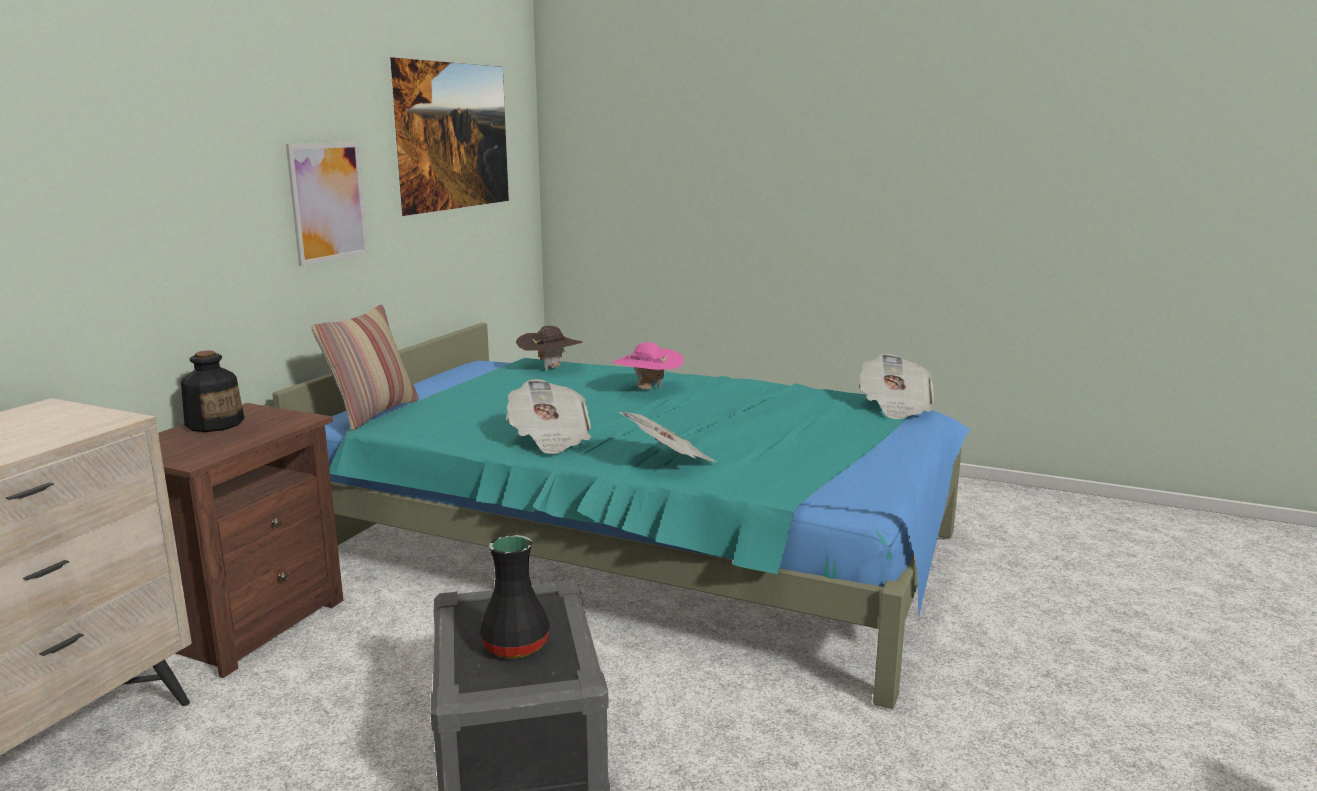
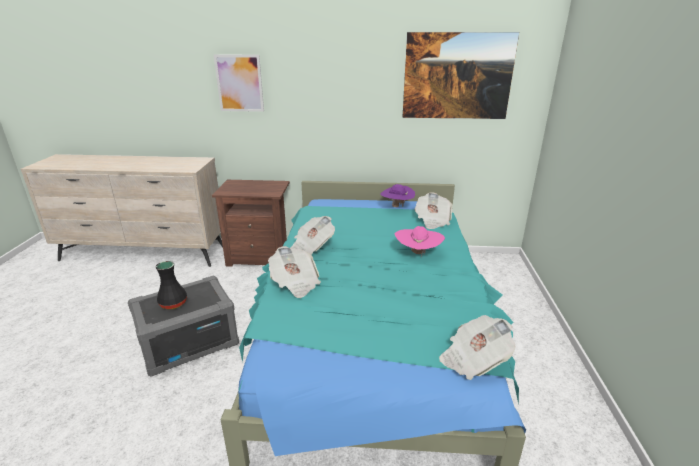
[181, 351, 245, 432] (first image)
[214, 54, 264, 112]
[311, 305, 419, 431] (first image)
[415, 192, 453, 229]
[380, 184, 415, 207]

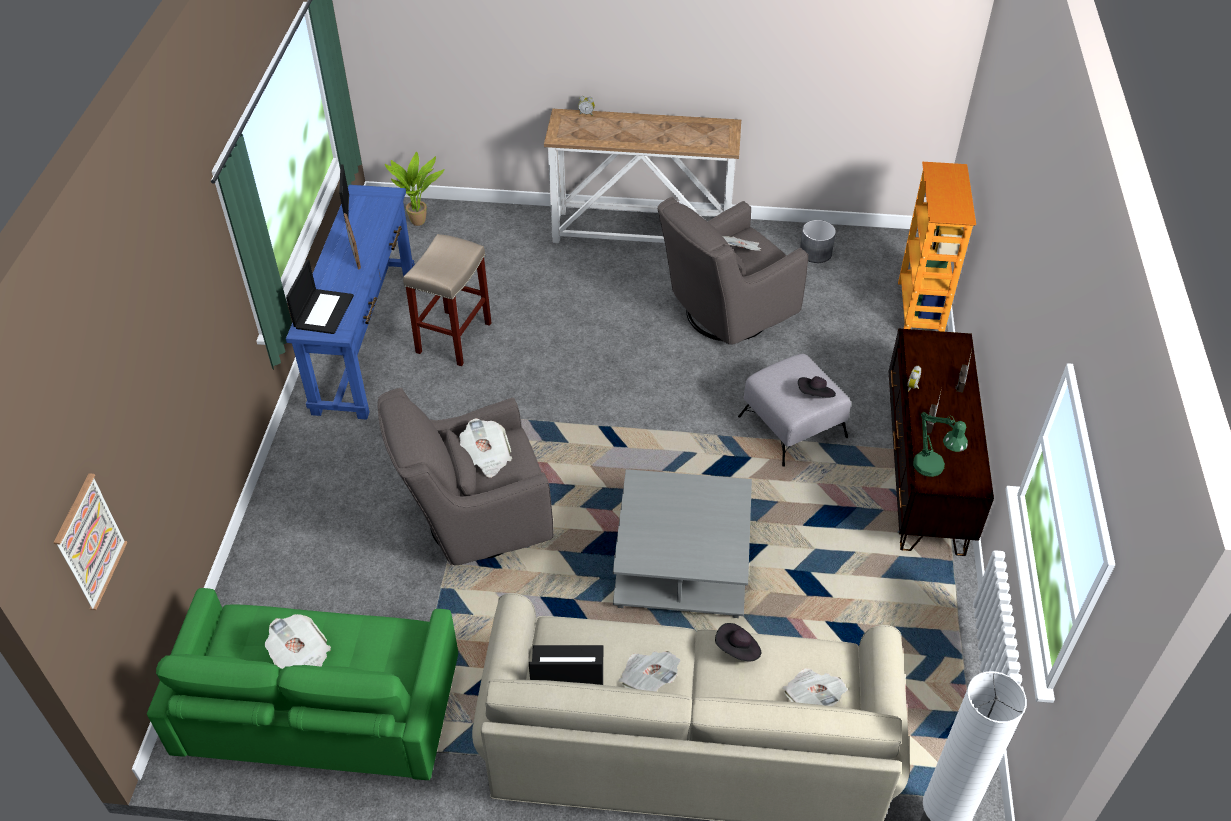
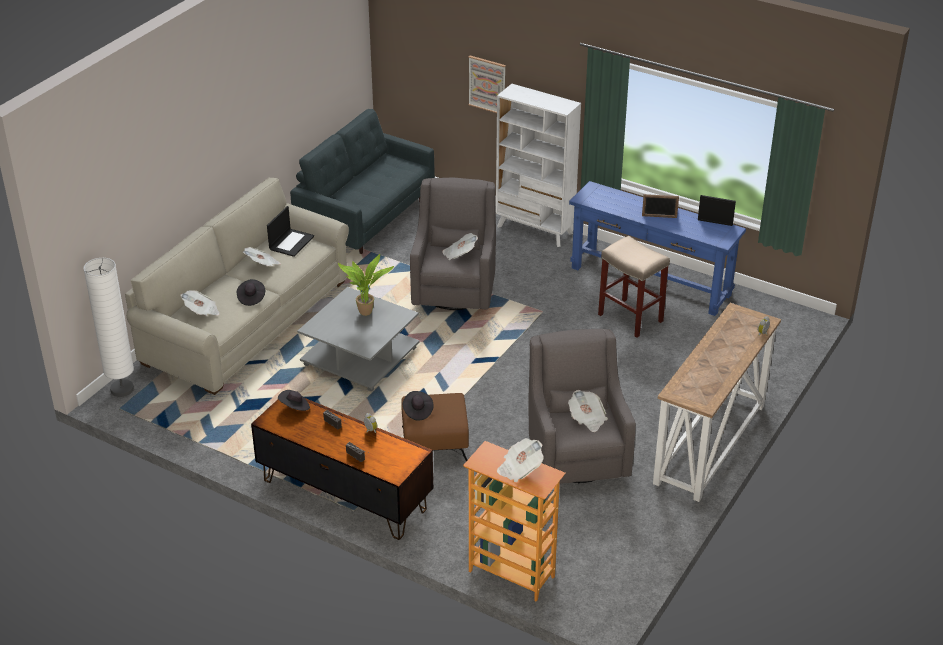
[468, 56, 506, 113]
[290, 109, 435, 254]
[497, 438, 544, 482]
[286, 259, 354, 334] (first image)
[338, 254, 394, 316]
[401, 393, 469, 461]
[800, 220, 836, 263] (first image)
[278, 390, 310, 411]
[496, 84, 581, 247]

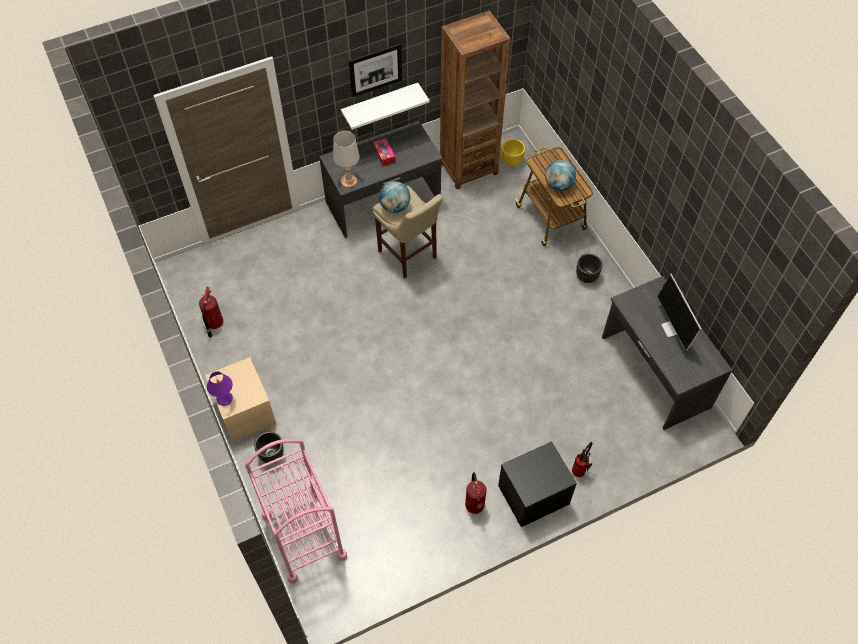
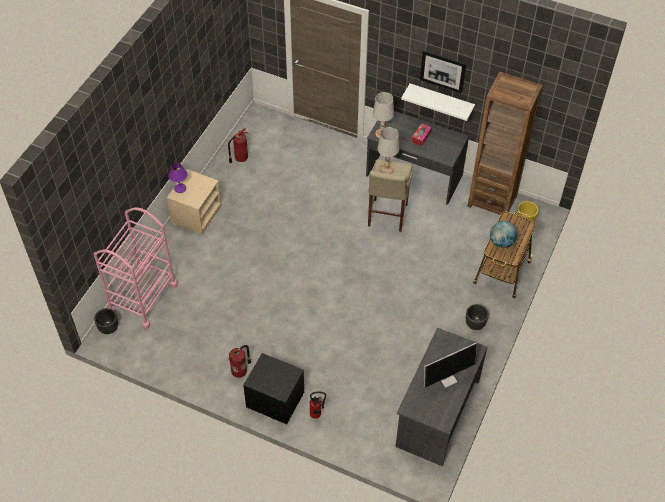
[94, 308, 118, 334]
[377, 127, 399, 174]
[424, 343, 477, 388]

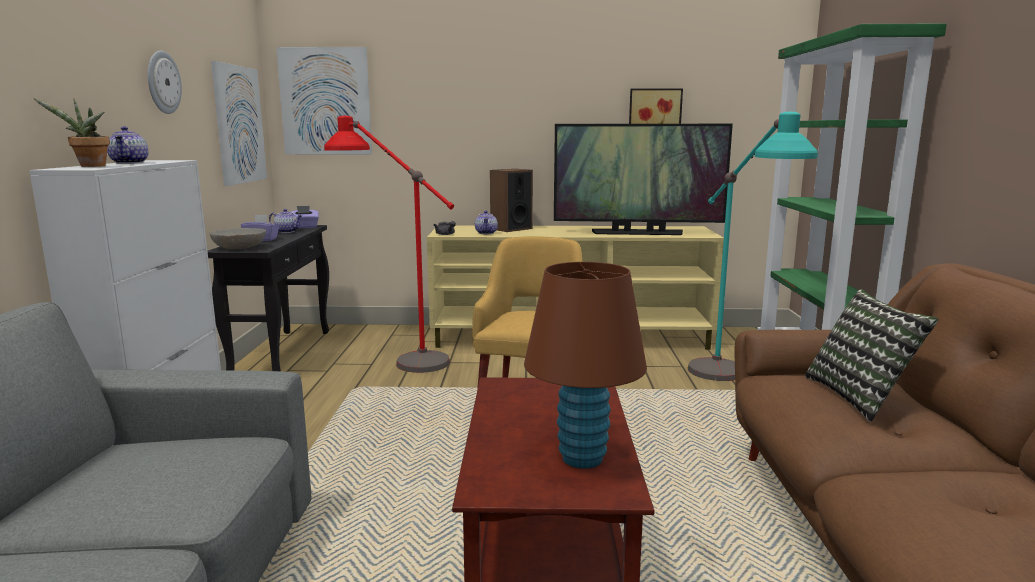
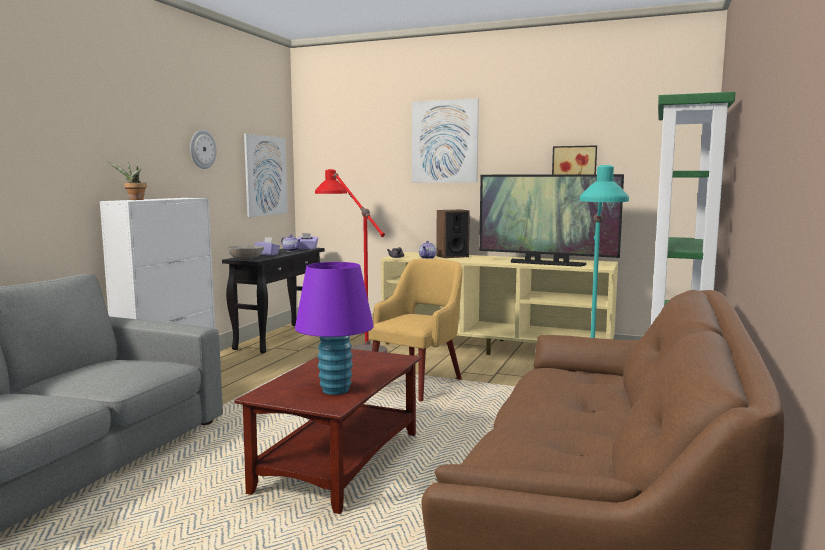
[107, 126, 148, 164] (first image)
[412, 99, 479, 183]
[295, 262, 374, 395]
[805, 289, 938, 422] (first image)

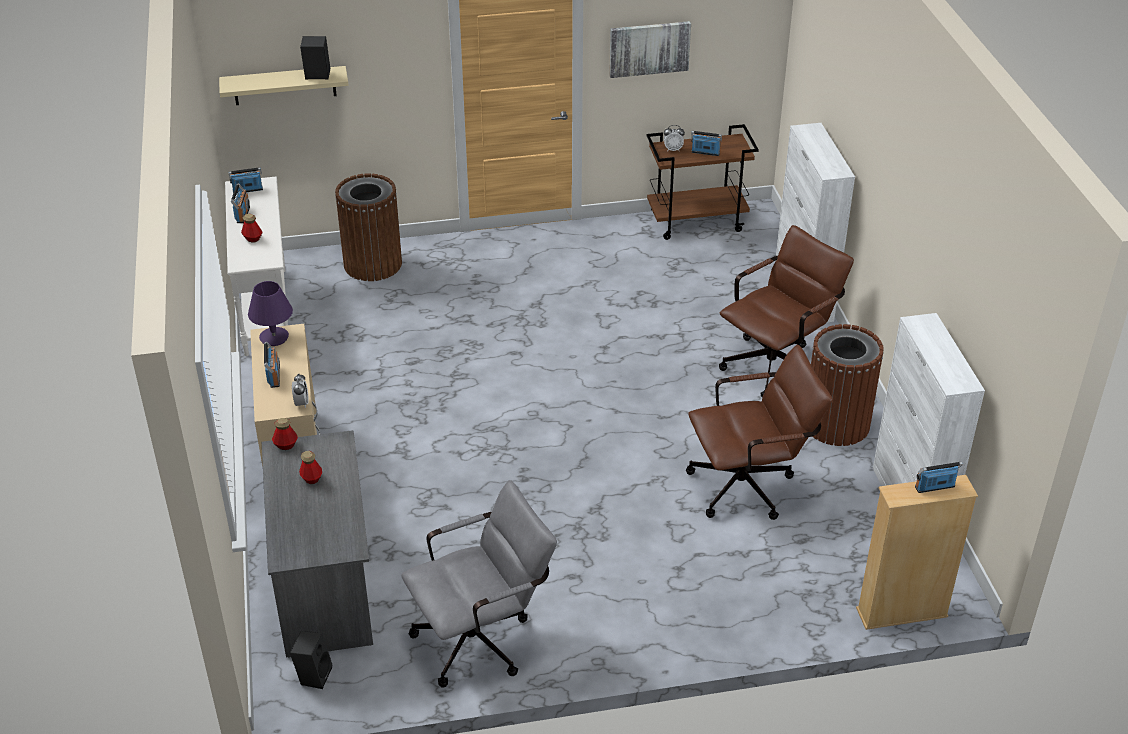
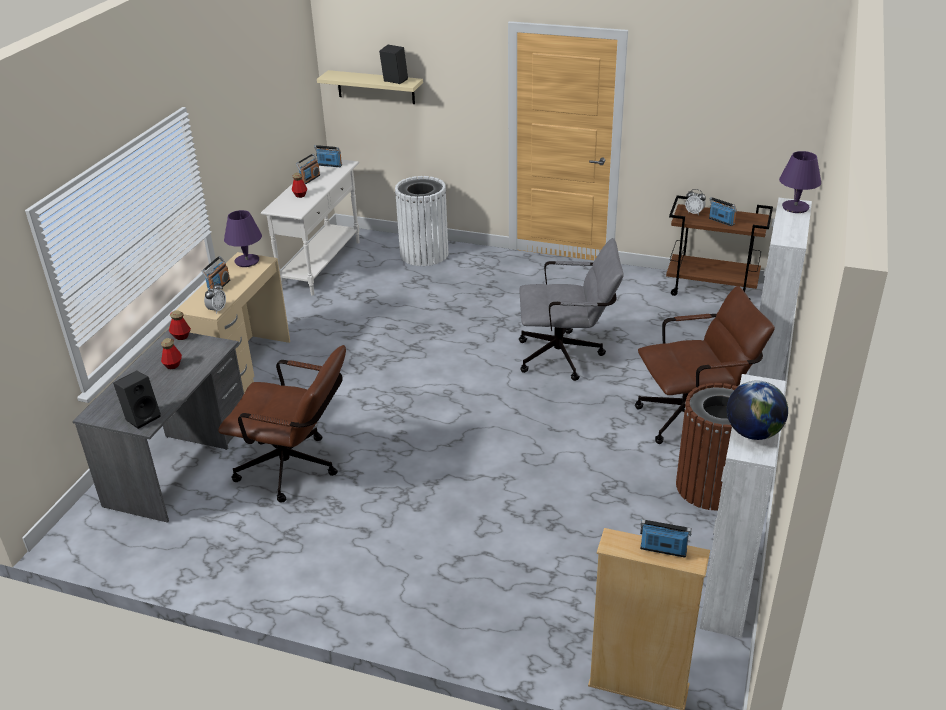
[113, 371, 161, 429]
[395, 176, 449, 266]
[518, 238, 624, 381]
[609, 21, 691, 78] (first image)
[218, 345, 346, 503]
[727, 380, 788, 440]
[779, 151, 821, 213]

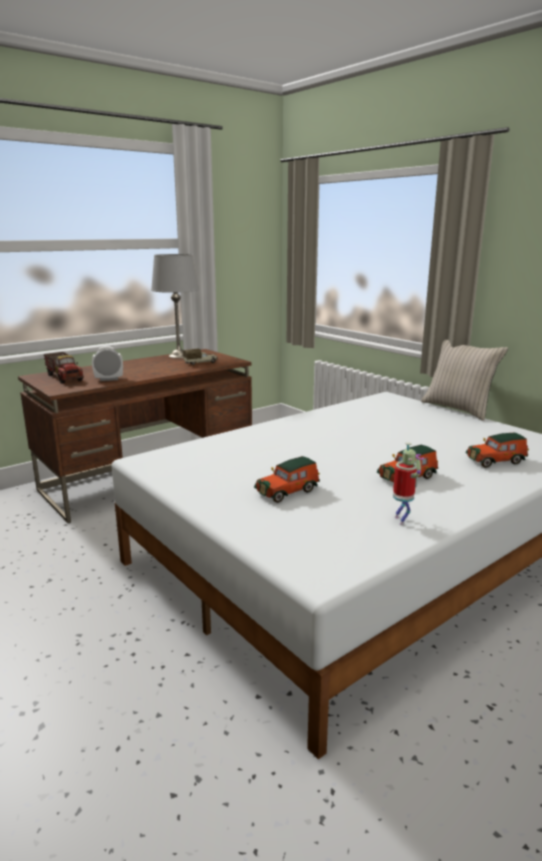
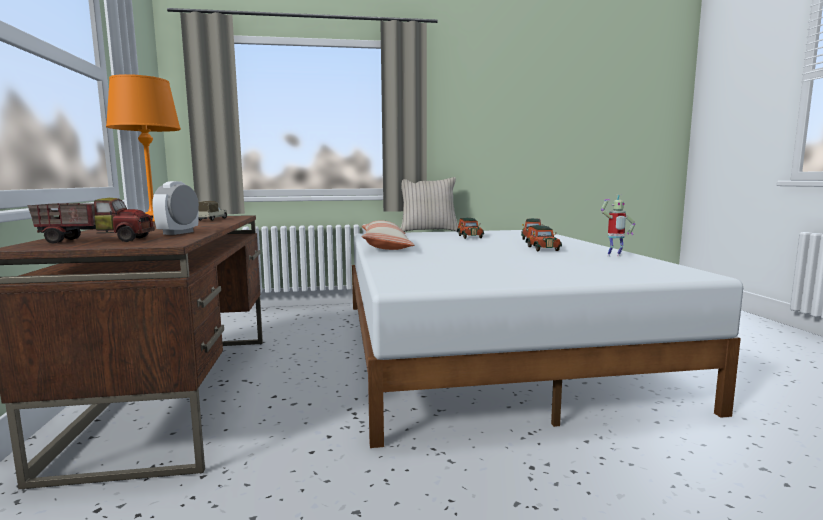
[106, 74, 181, 222]
[457, 218, 484, 239]
[601, 194, 635, 257]
[362, 221, 414, 250]

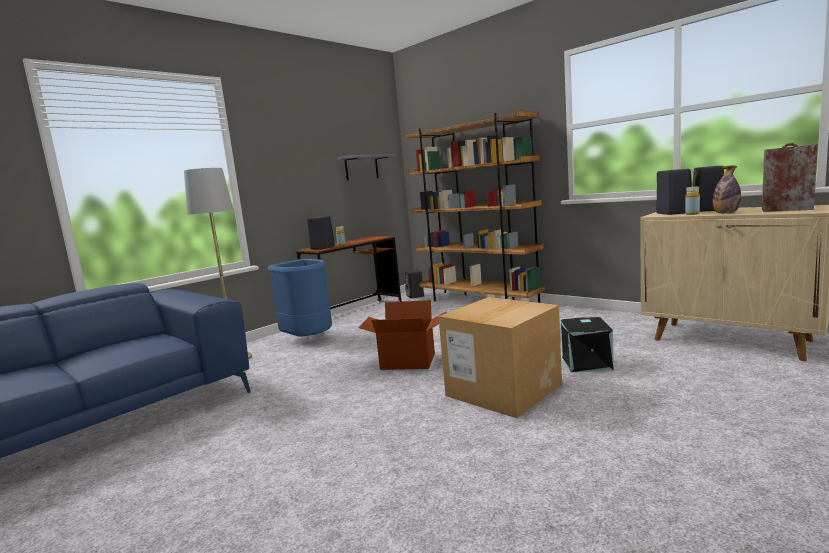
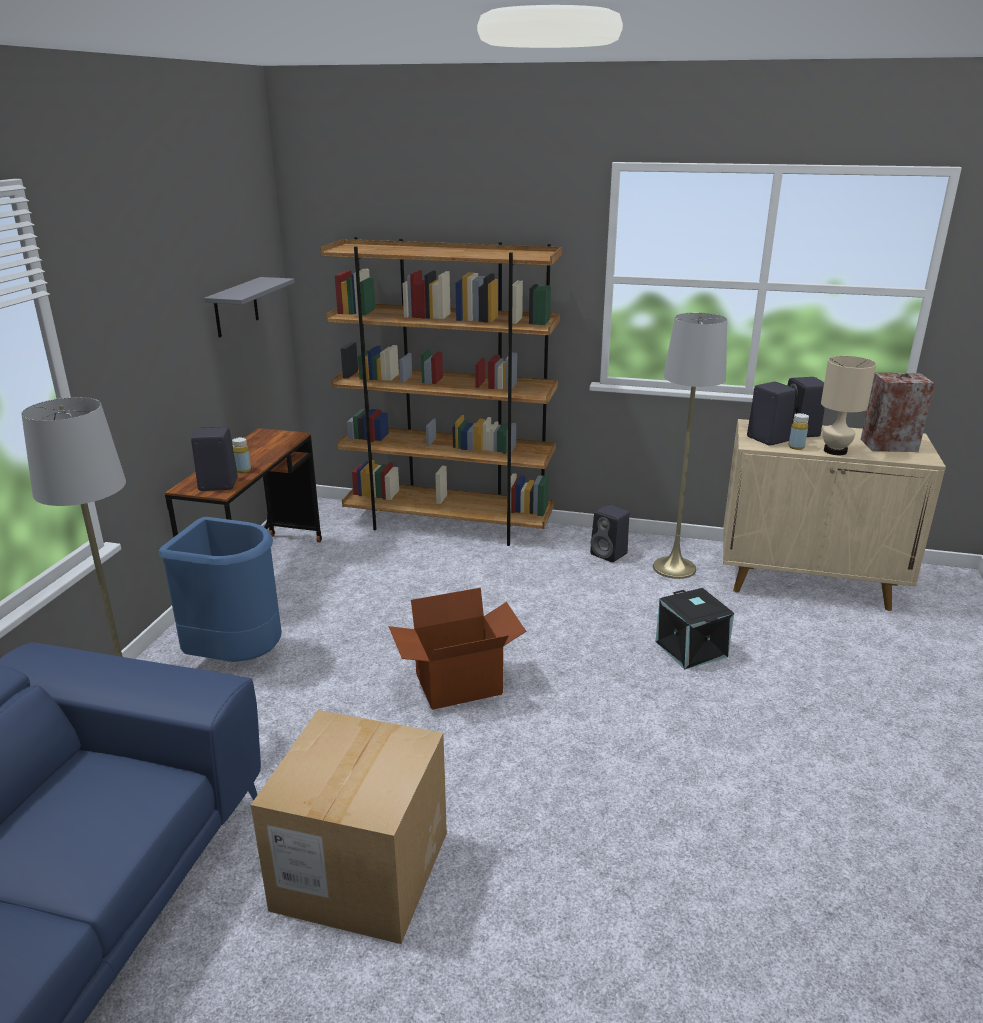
[590, 505, 630, 562]
[251, 710, 447, 944]
[821, 356, 876, 455]
[653, 313, 727, 579]

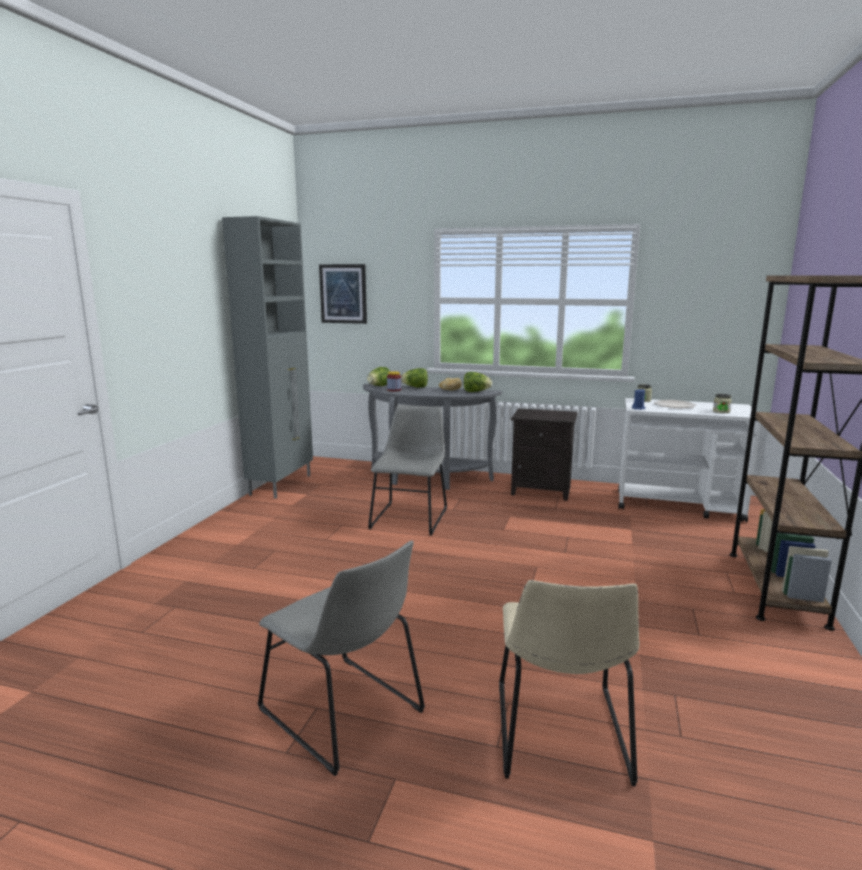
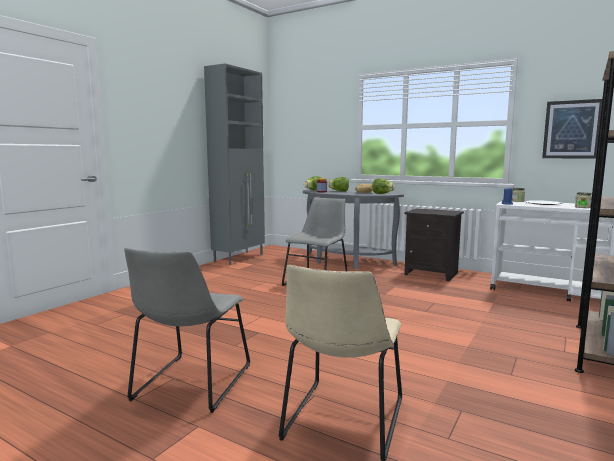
[124, 248, 250, 413]
[542, 99, 602, 159]

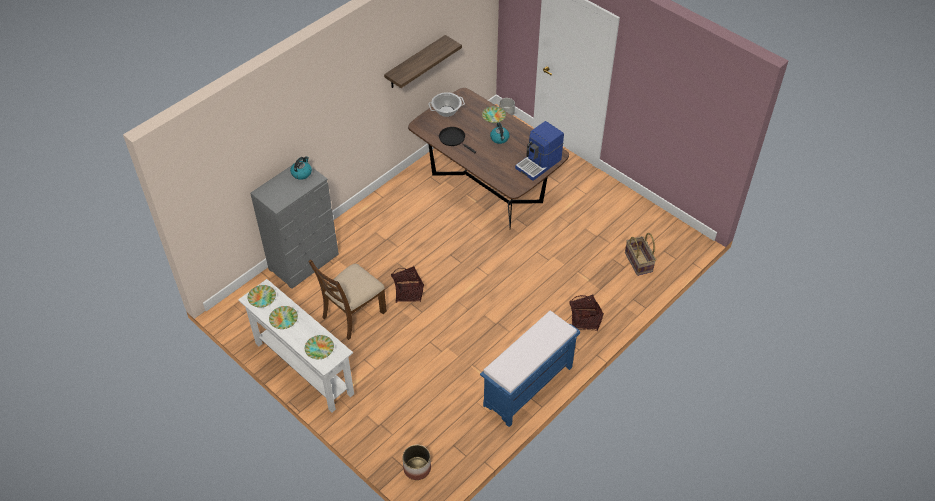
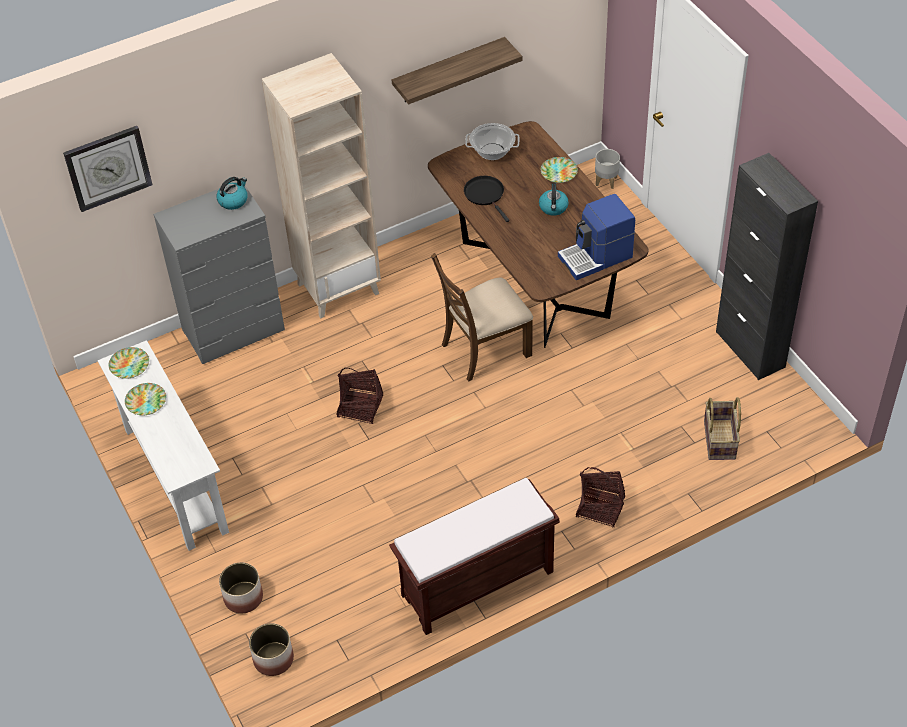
[305, 335, 334, 359] (first image)
[431, 253, 533, 382]
[389, 478, 560, 635]
[63, 126, 153, 212]
[219, 562, 263, 614]
[262, 53, 381, 318]
[716, 153, 818, 380]

